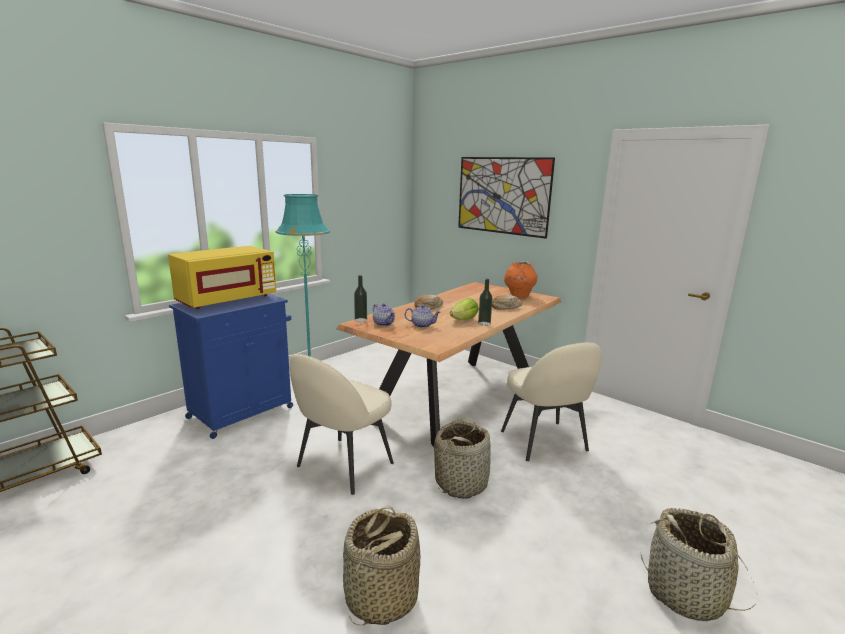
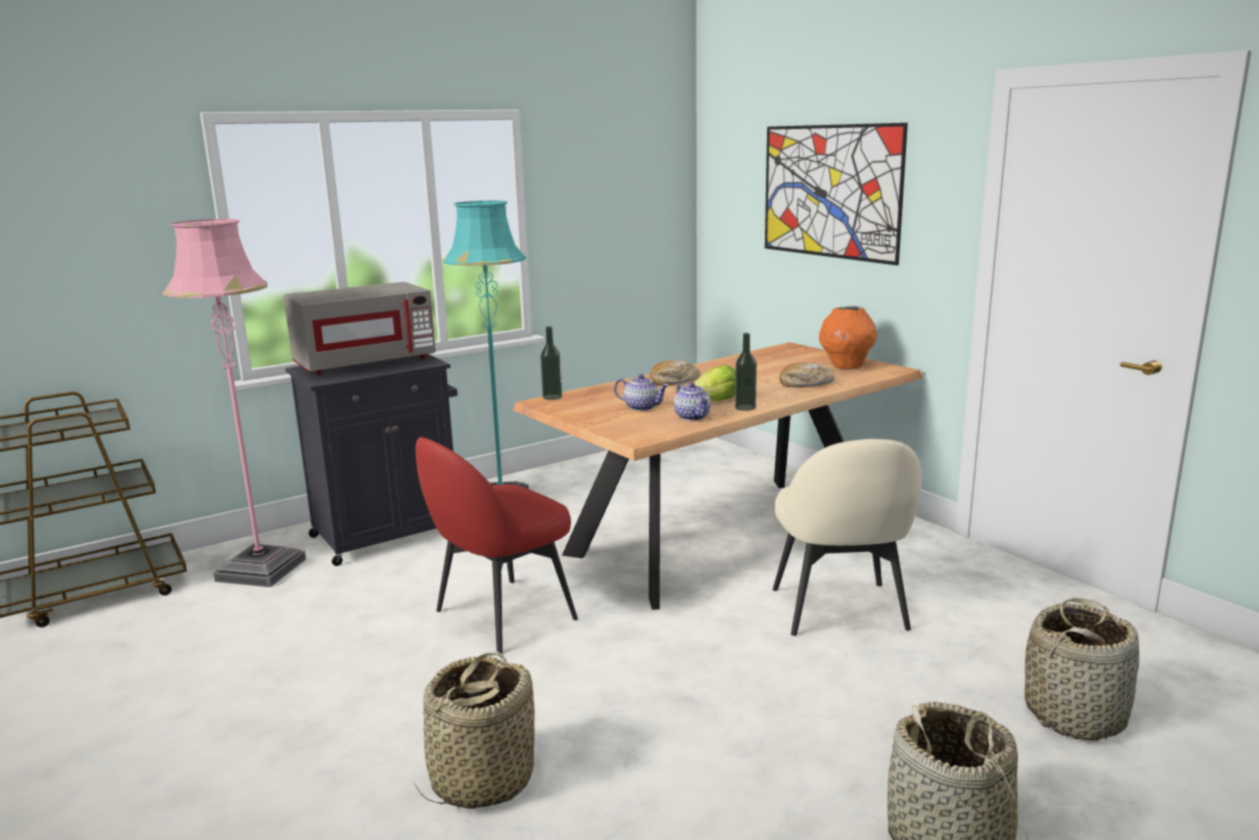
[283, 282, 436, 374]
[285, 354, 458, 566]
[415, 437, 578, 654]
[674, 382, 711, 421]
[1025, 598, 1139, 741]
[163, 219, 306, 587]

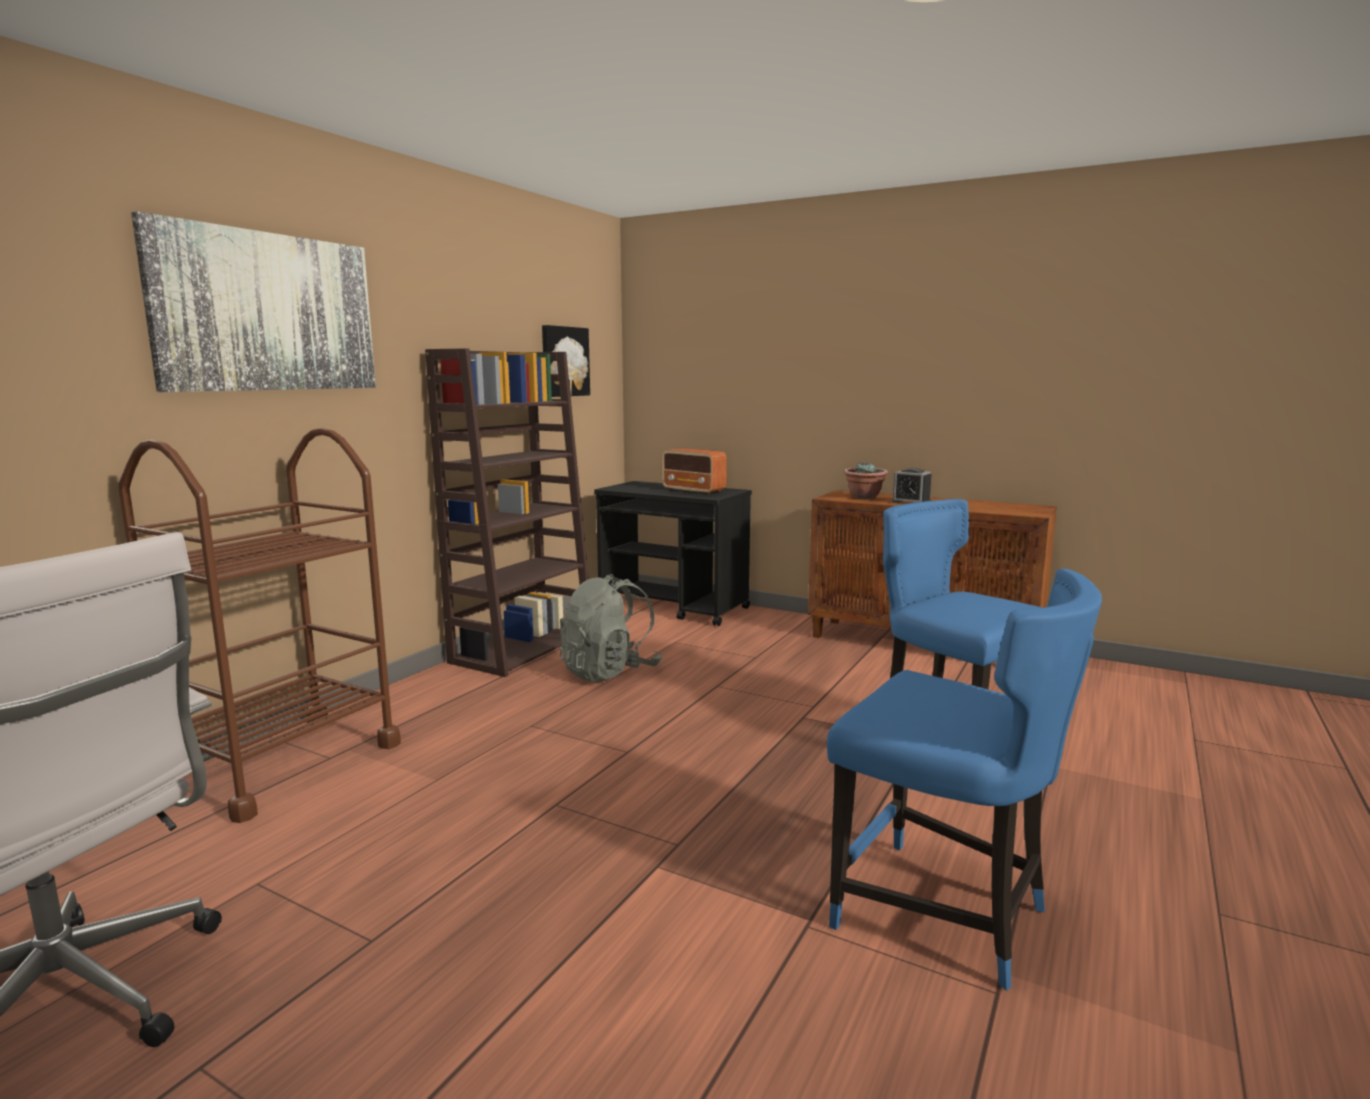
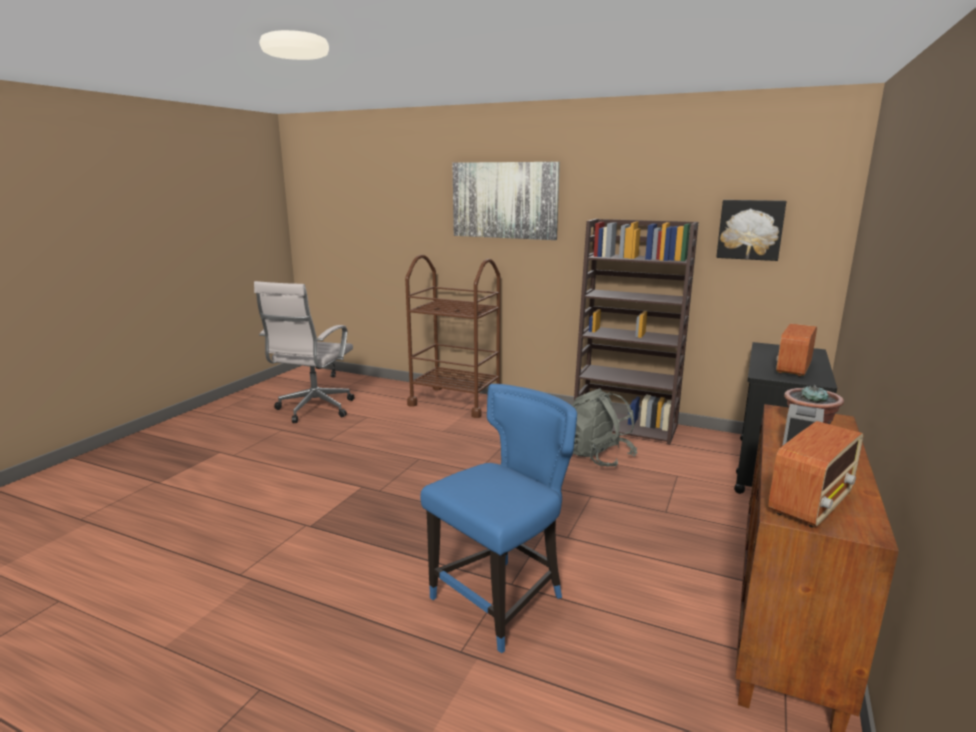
[827, 569, 1102, 991] (first image)
[768, 421, 863, 528]

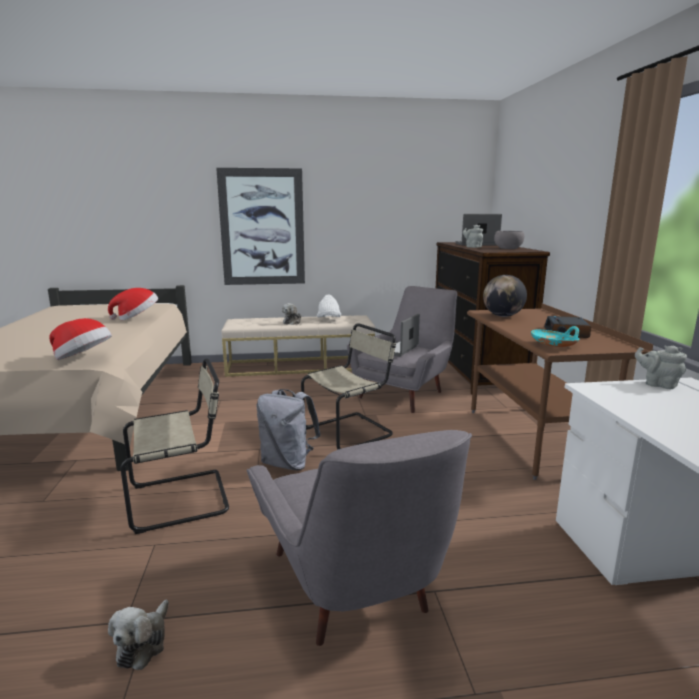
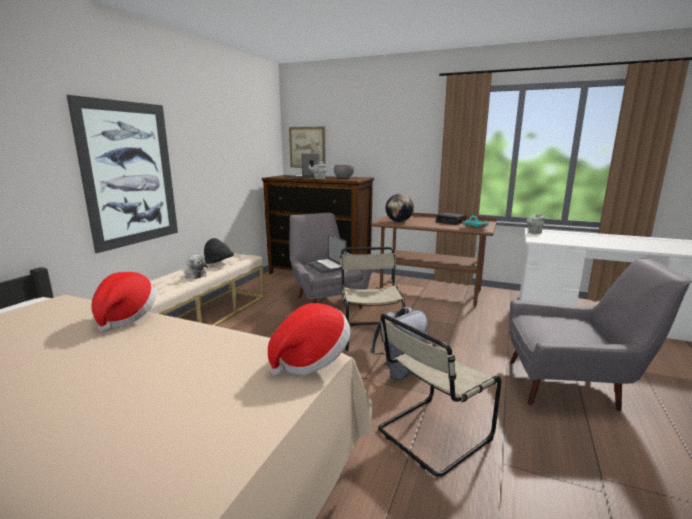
[108, 599, 169, 670] (first image)
[378, 314, 502, 477]
[204, 238, 234, 264]
[289, 126, 326, 168]

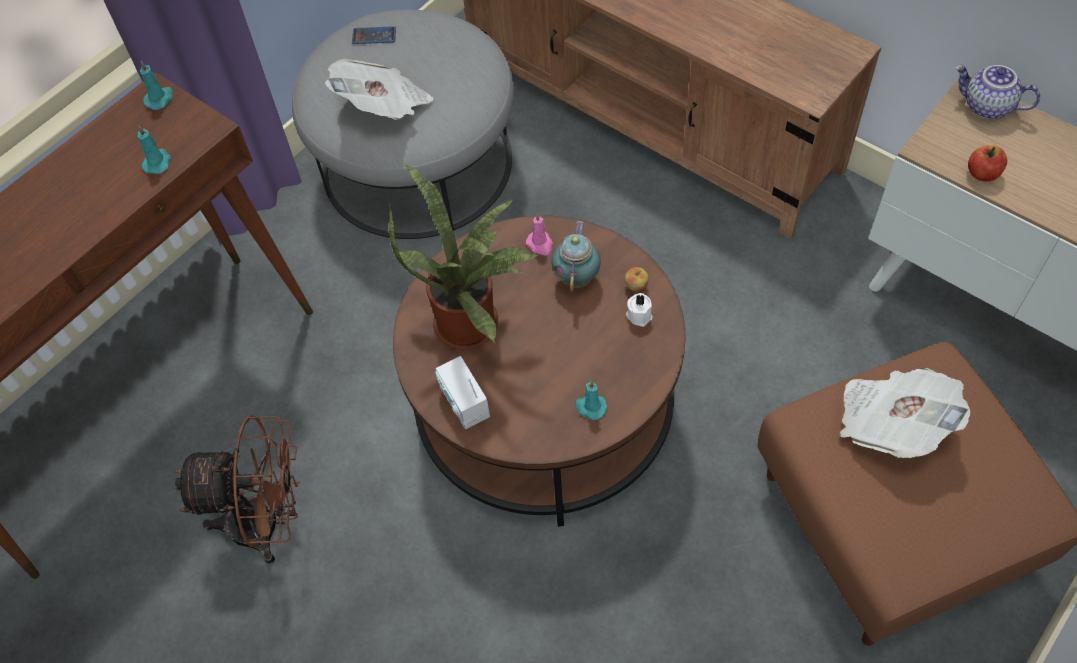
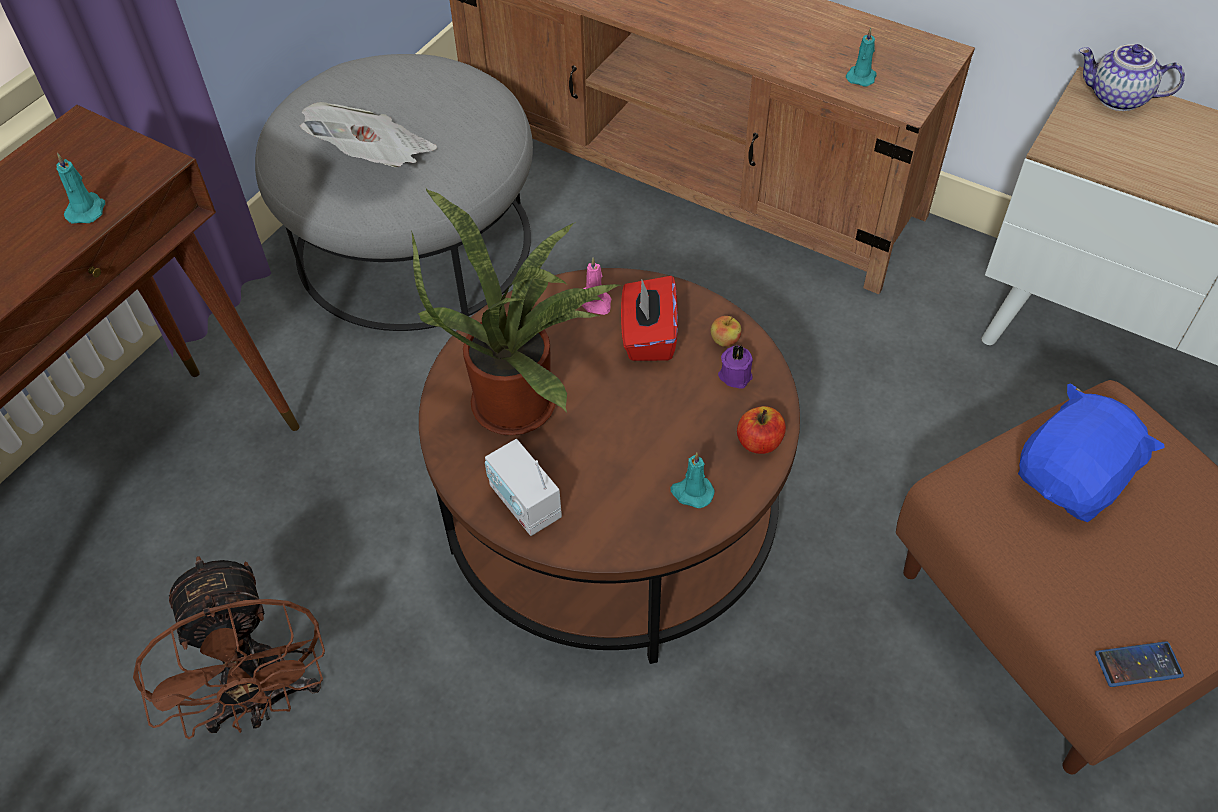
[846, 28, 877, 86]
[133, 556, 325, 739]
[1095, 641, 1184, 687]
[621, 276, 678, 361]
[718, 345, 753, 389]
[1018, 383, 1165, 522]
[737, 406, 786, 454]

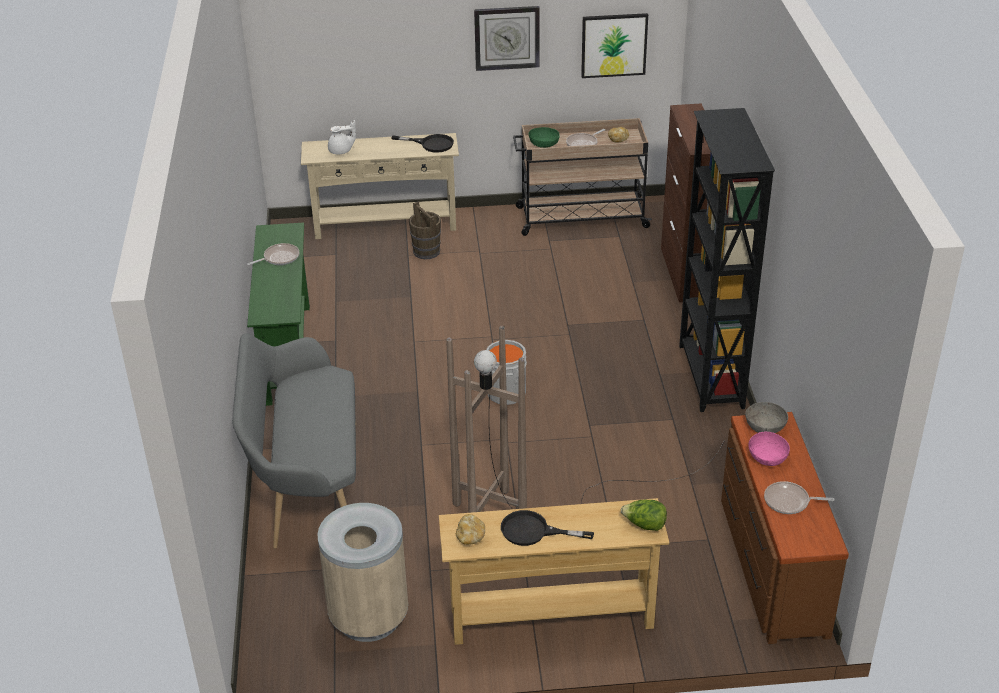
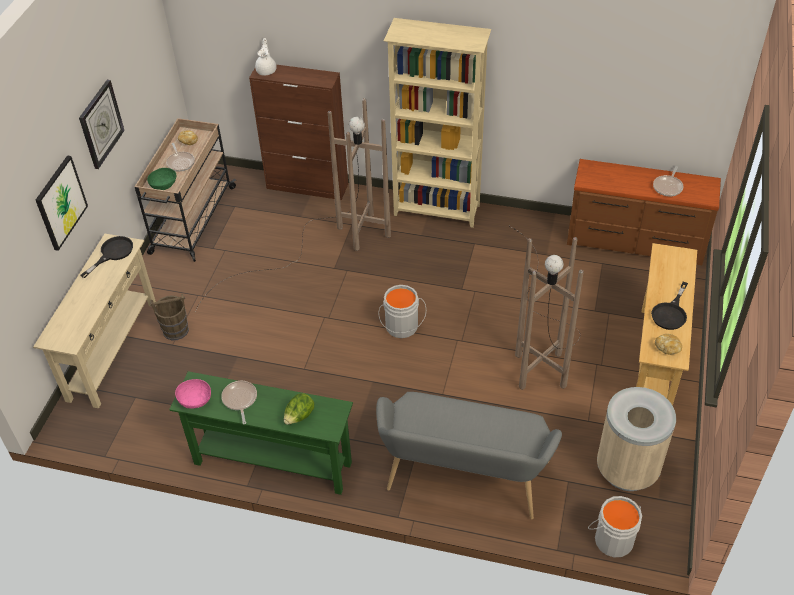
[255, 38, 277, 76]
[36, 155, 88, 251]
[284, 393, 314, 425]
[384, 18, 491, 228]
[745, 402, 788, 433] (first image)
[175, 379, 211, 409]
[194, 98, 391, 313]
[588, 496, 642, 557]

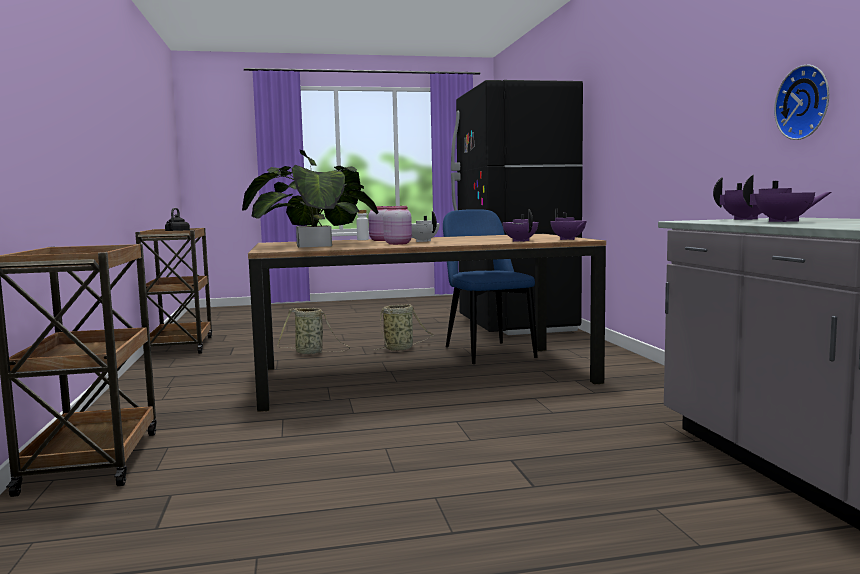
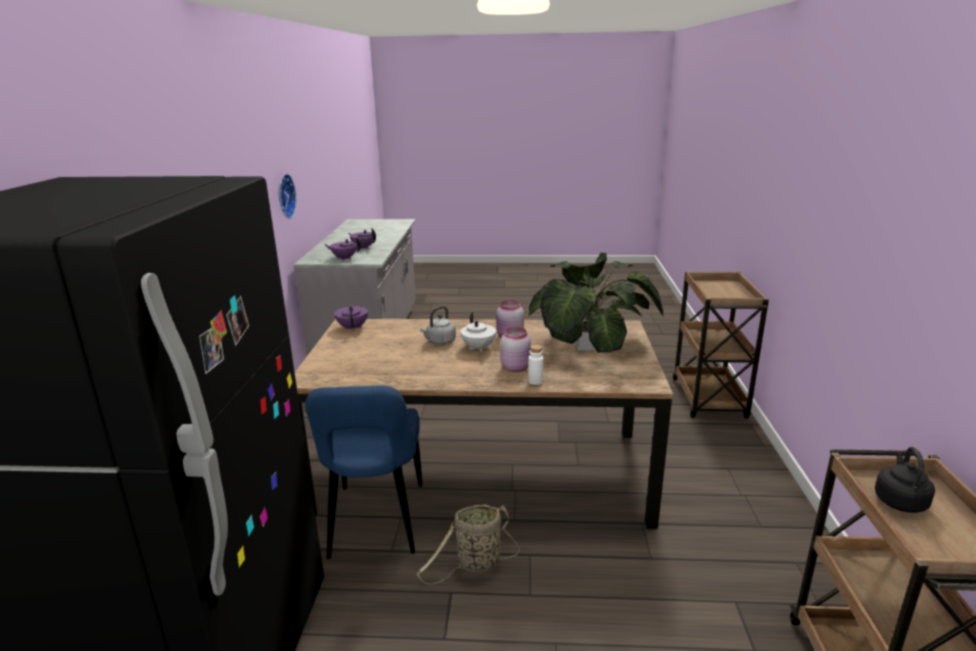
[277, 308, 350, 354] (first image)
[502, 210, 538, 242] (first image)
[420, 306, 456, 345]

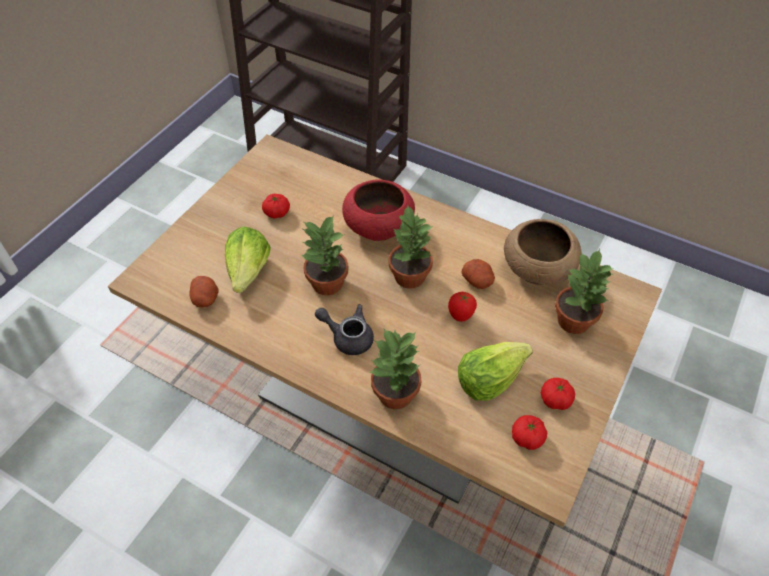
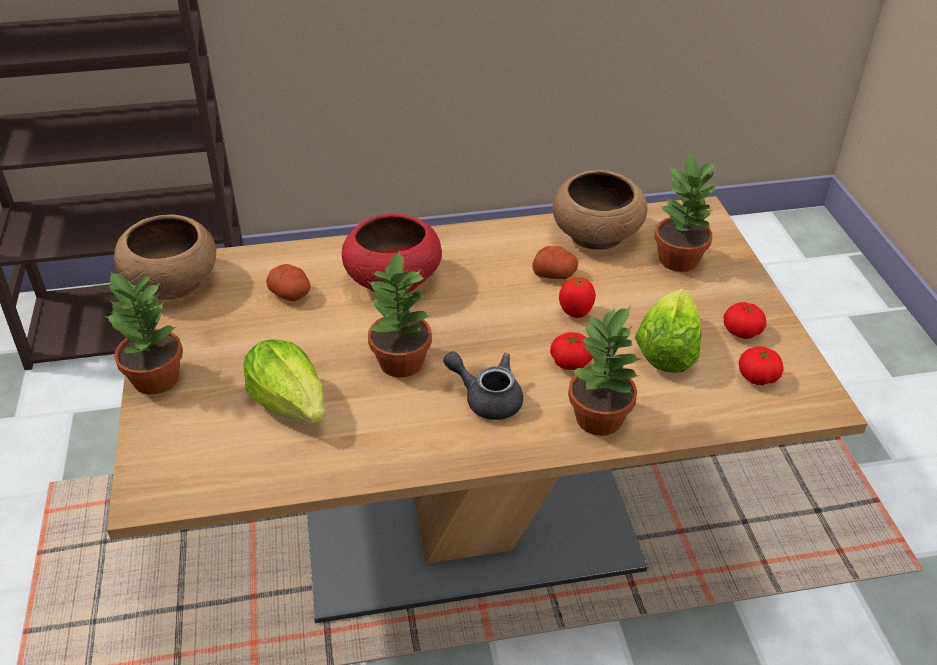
[266, 264, 310, 301]
[550, 332, 593, 370]
[443, 351, 523, 420]
[105, 271, 183, 395]
[114, 214, 216, 300]

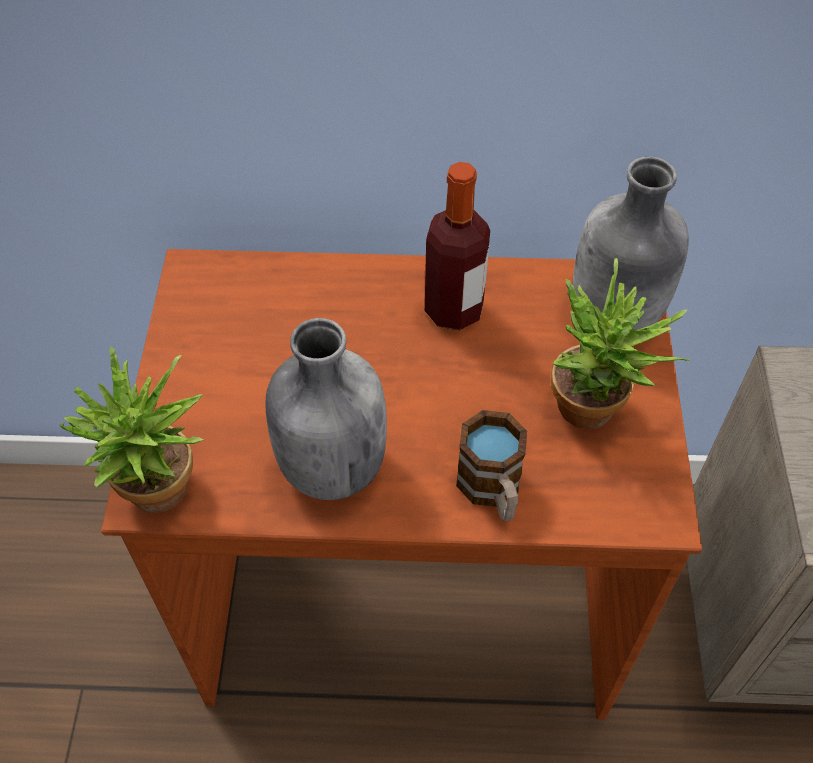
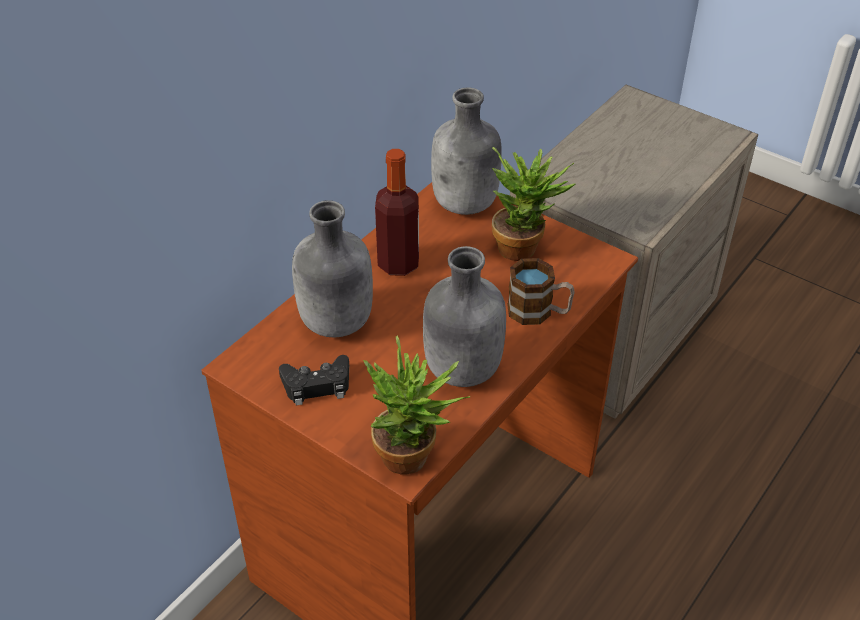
[279, 355, 349, 405]
[292, 200, 373, 338]

